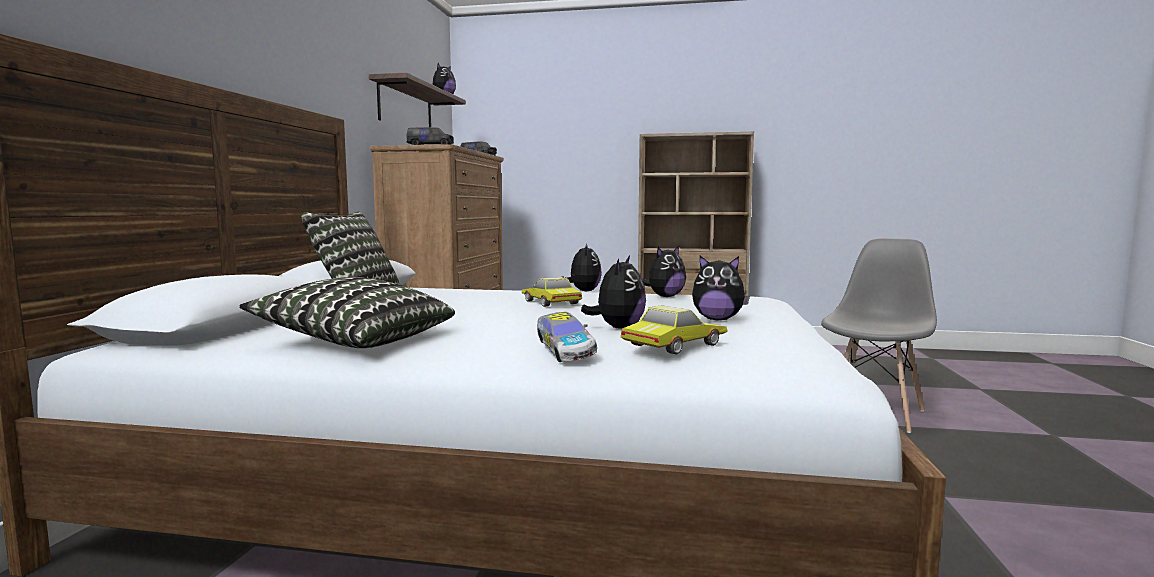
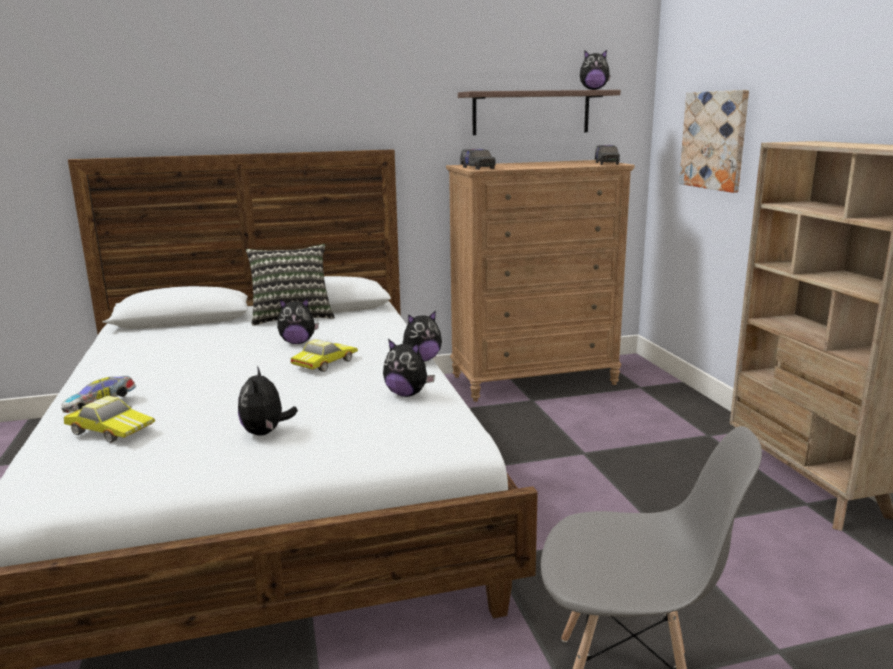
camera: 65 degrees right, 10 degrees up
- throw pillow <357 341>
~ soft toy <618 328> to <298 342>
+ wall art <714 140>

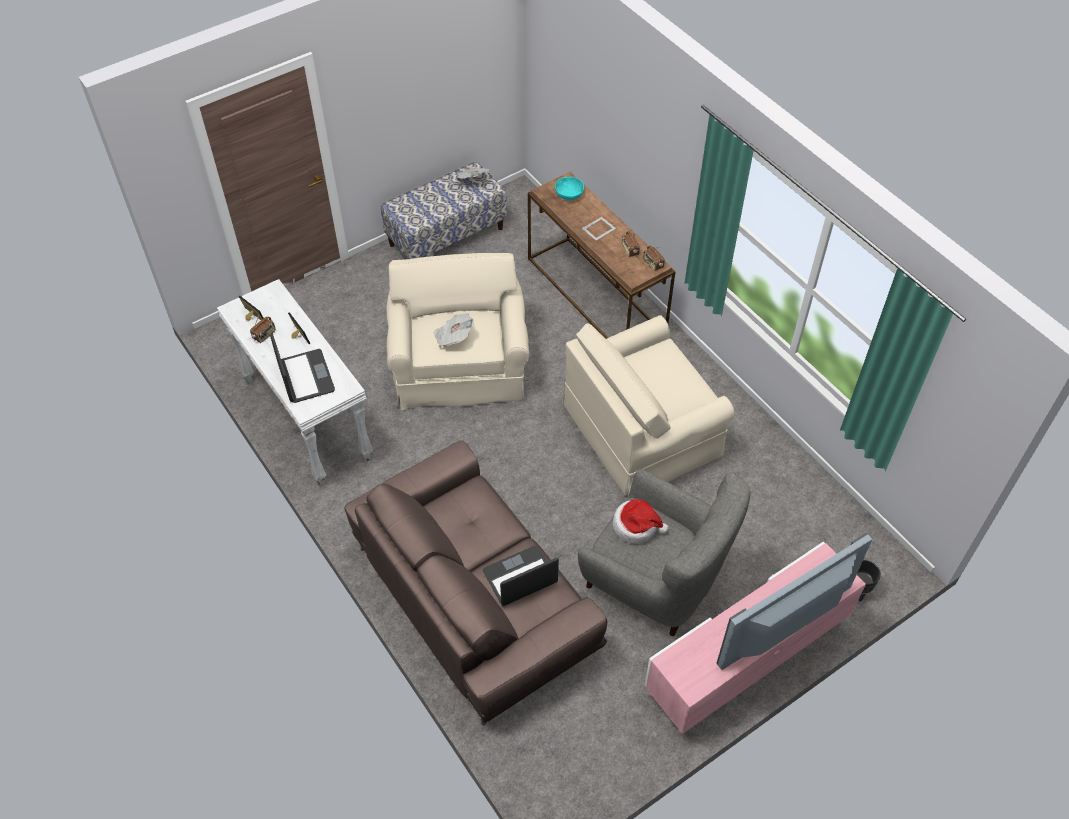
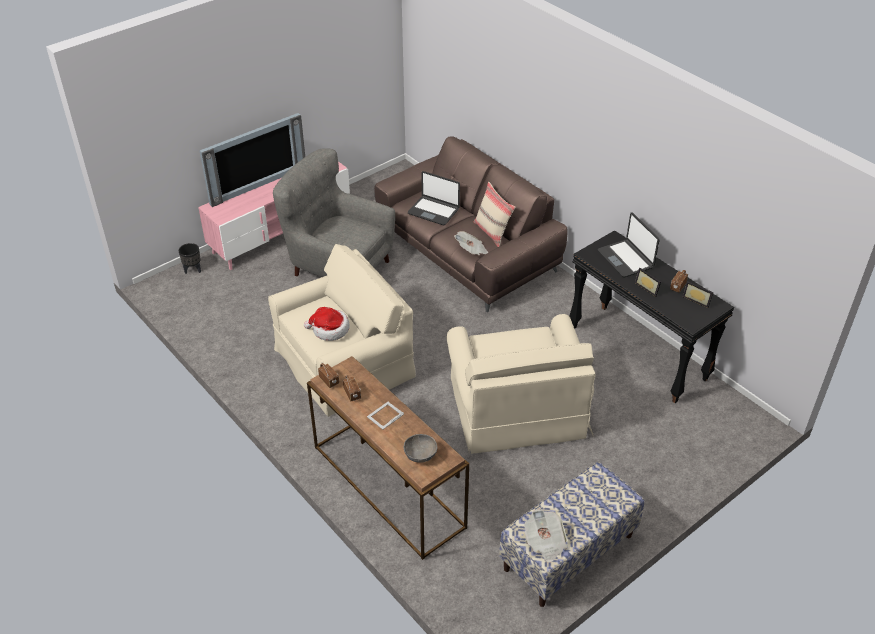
camera: 175 degrees right, 10 degrees down
~ whitish console table <306 419> to black-coloured console table <638 352>
~ printed paper <453 337> to <471 251>
~ notebook computer <520 577> = <433 211> 60 degrees clockwise
~ blue-green serving bowl <569 195> to gray serving bowl <420 455>
~ hat <636 526> to <329 329>
+ beige-coloured throw pillow <492 232>

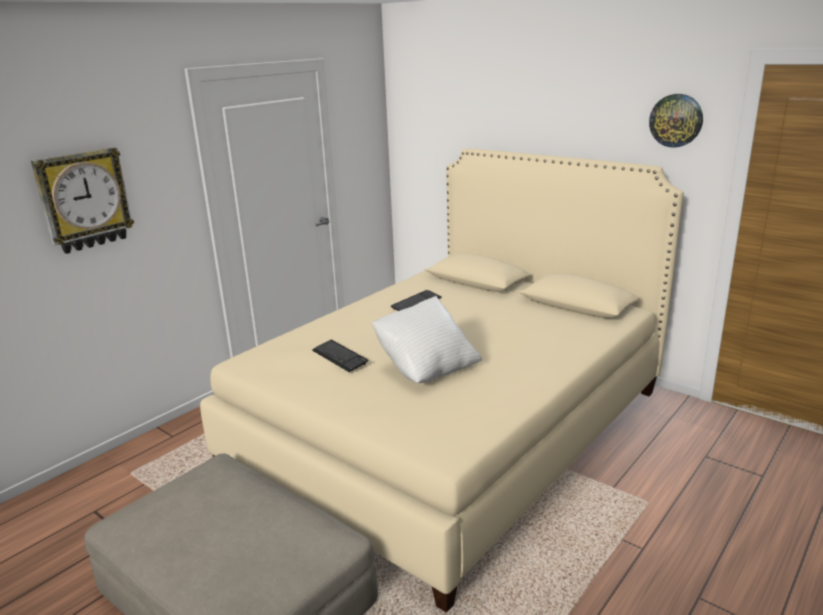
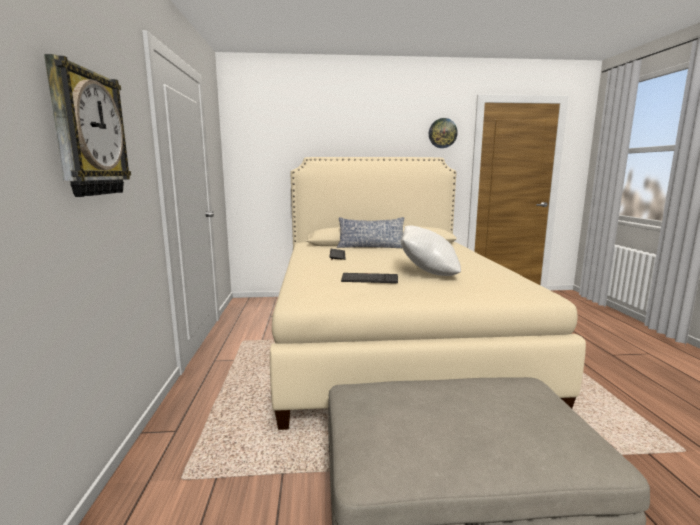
camera: 45 degrees left, 10 degrees down
+ throw pillow <370 247>

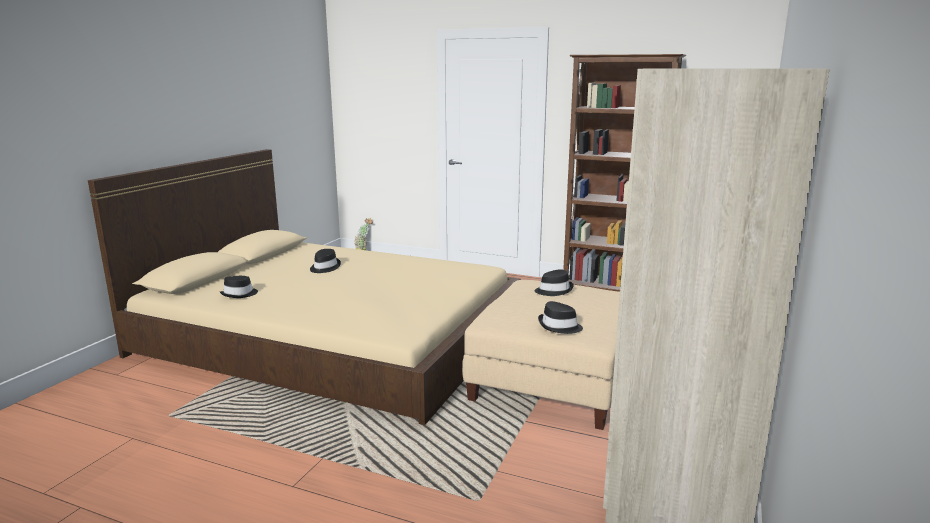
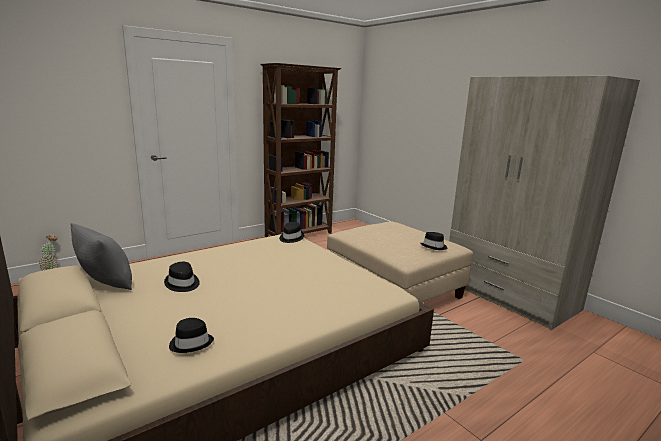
camera: 60 degrees left, 0 degrees up
~ black-coloured hat <554 290> to <291 238>
+ gray throw pillow <106 283>

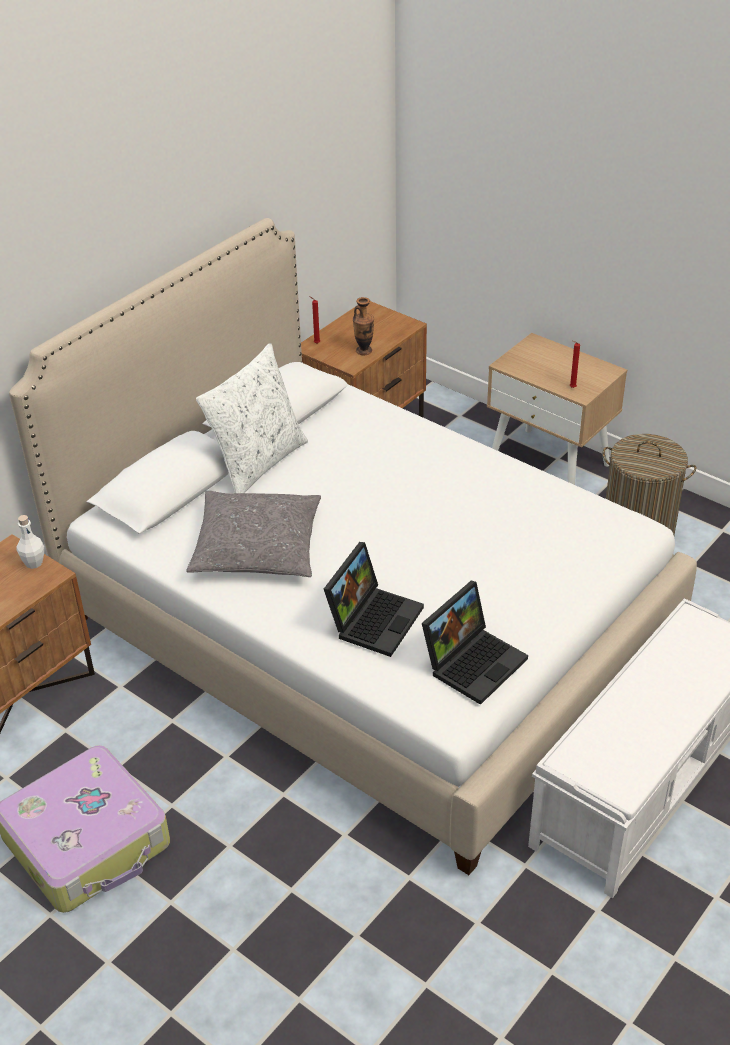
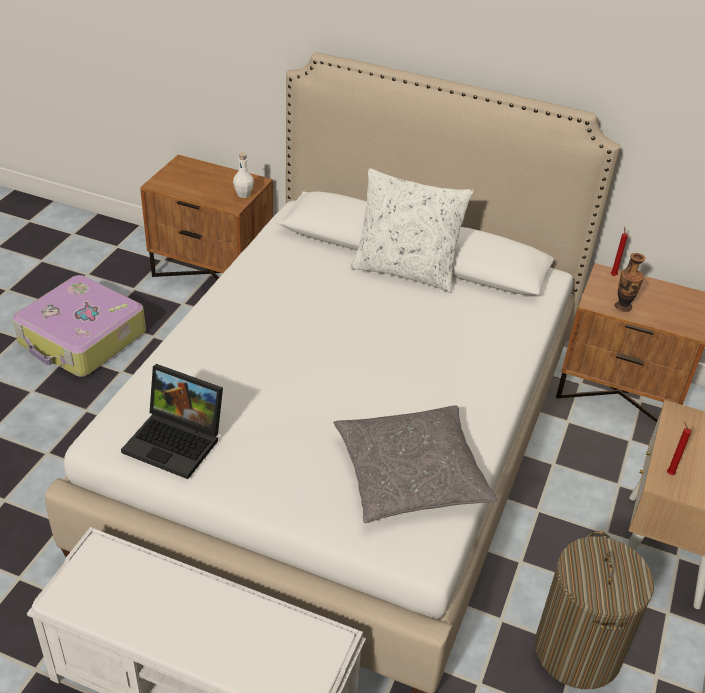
camera: 70 degrees right, 0 degrees up
~ gray throw pillow <257 547> to <411 474>
- notebook computer <374 618>

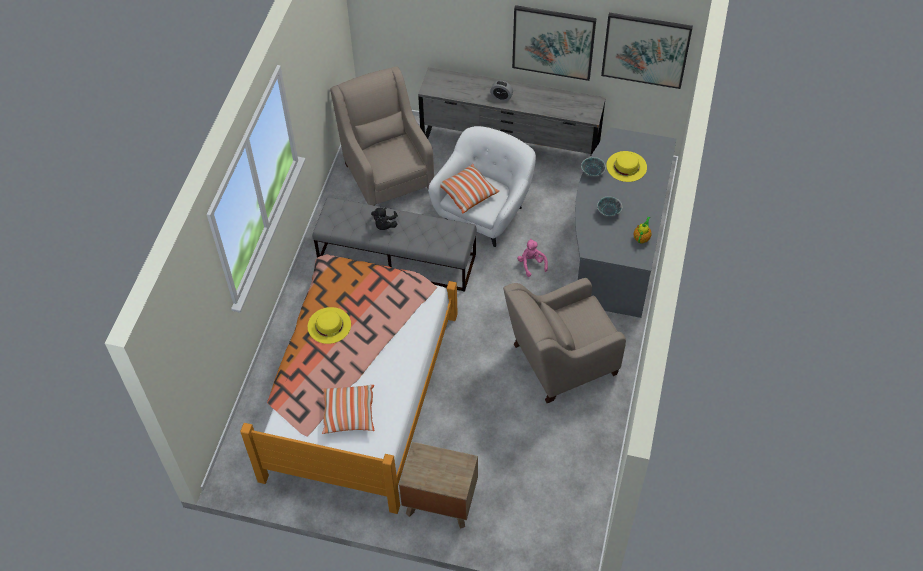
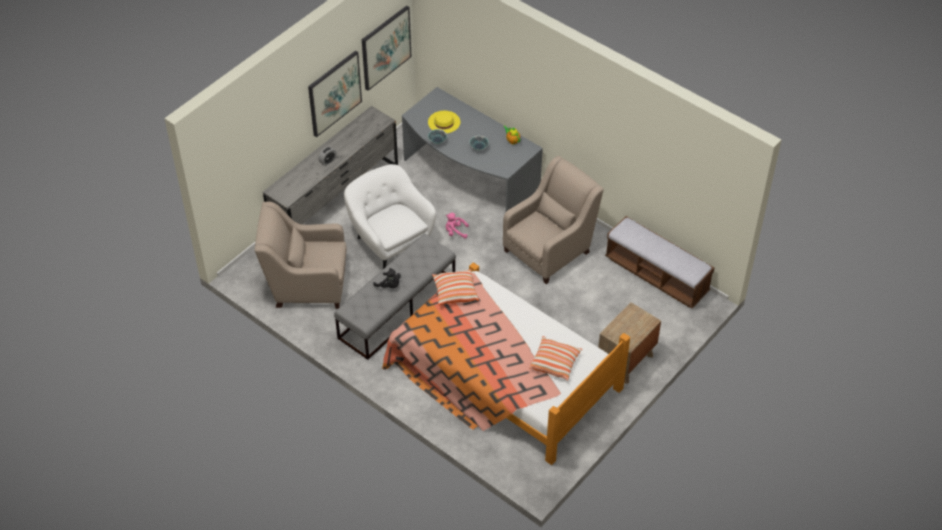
camera: 65 degrees left, 5 degrees down
- yellow hat <329 325>
~ throw pillow <467 193> to <455 292>
~ beige-coloured easy chair <561 360> = <549 249> 135 degrees counterclockwise
+ long seat <656 275>

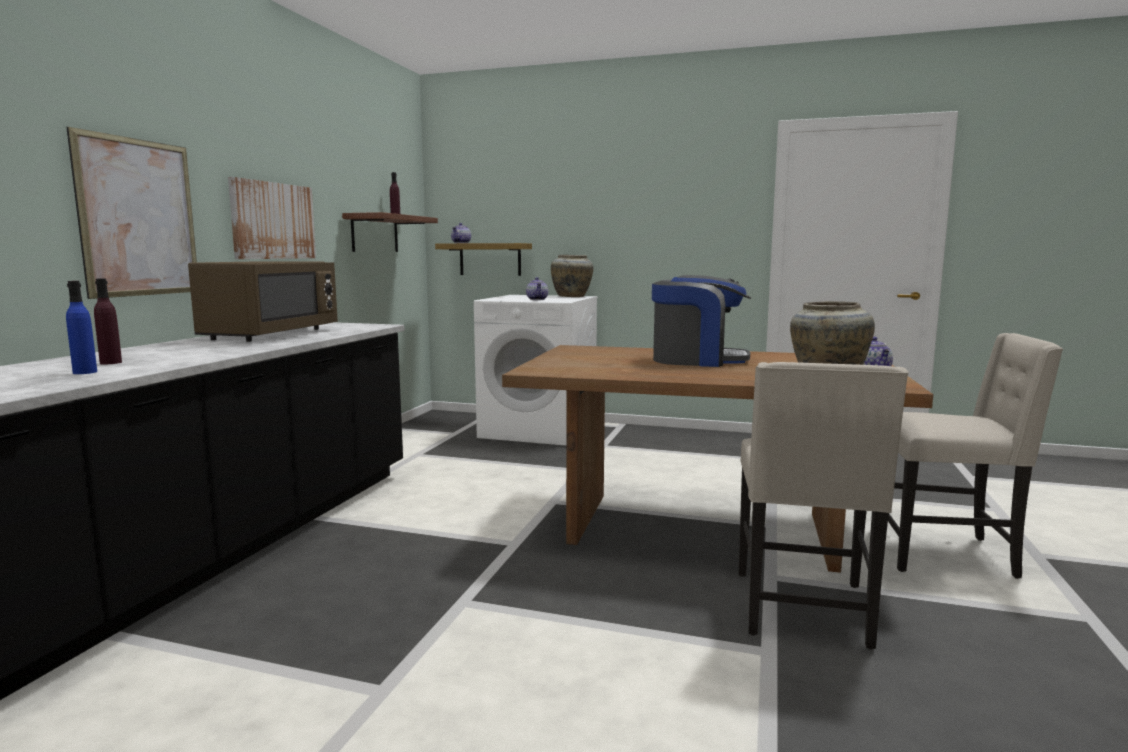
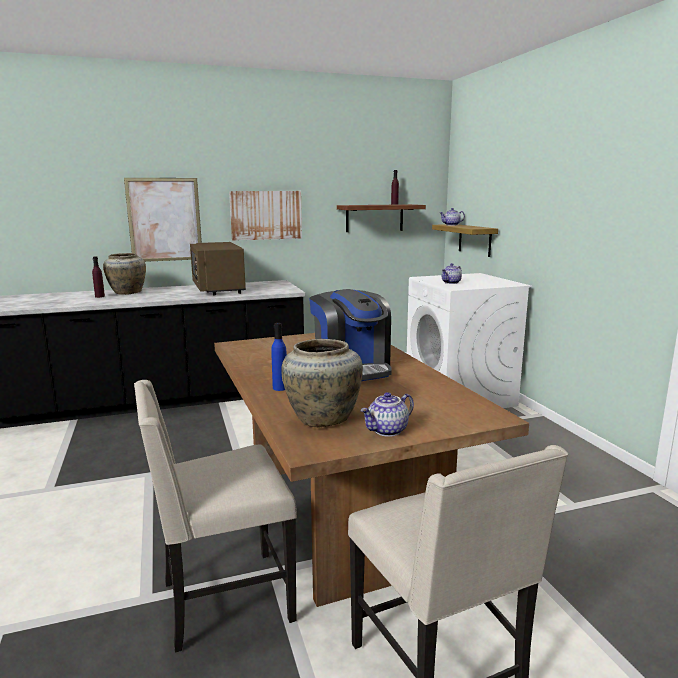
camera: 55 degrees right, 5 degrees up
~ blue-coloured drink bottle <85 372> to <280 388>
~ brown microwave oven <271 334> = <218 289> 90 degrees clockwise
~ beige-coloured decorative vase <572 296> to <127 292>

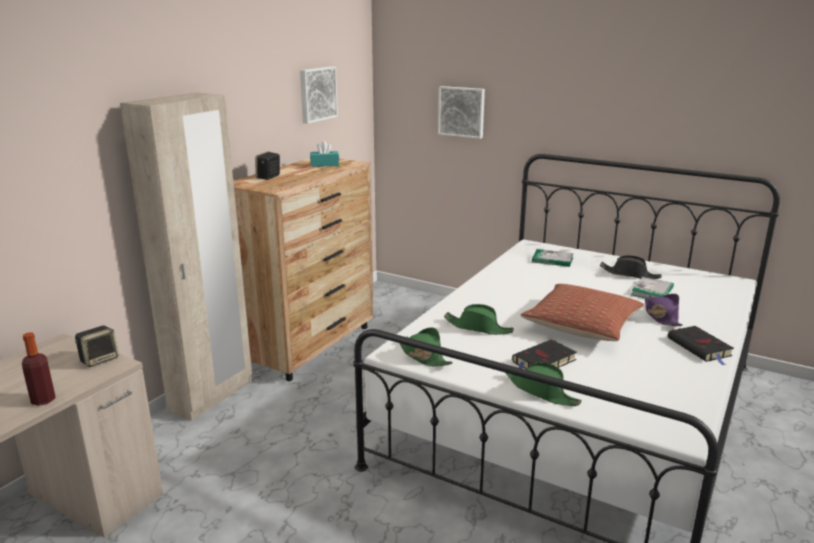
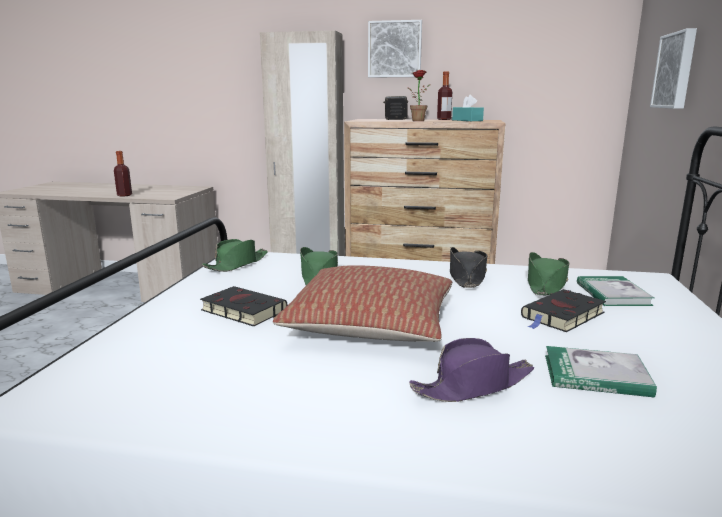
camera: 70 degrees right, 5 degrees down
- audio speaker <99 359>
~ wall art <317 94> to <395 49>
~ green-coloured hat <541 391> to <546 284>
~ black-coloured hat <630 274> to <467 277>
~ black-coloured bound book <700 348> to <562 316>
+ houseplant <415 121>
+ drink bottle <444 119>

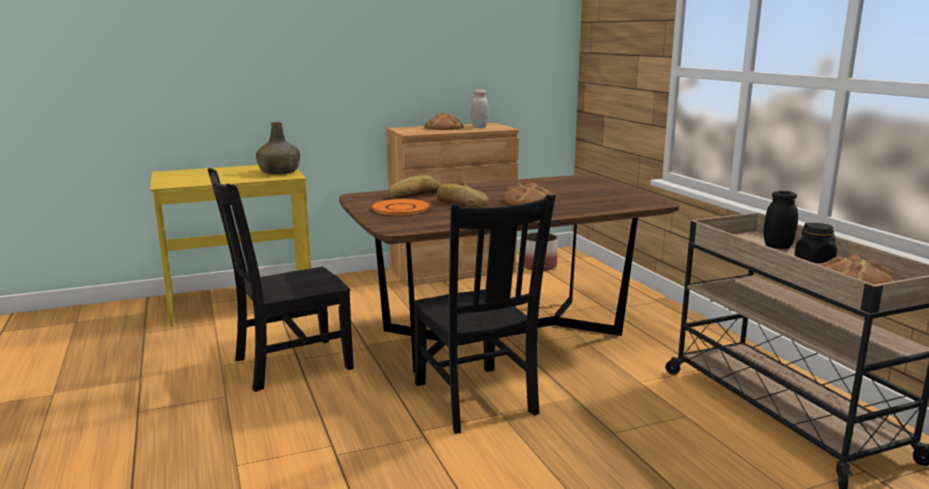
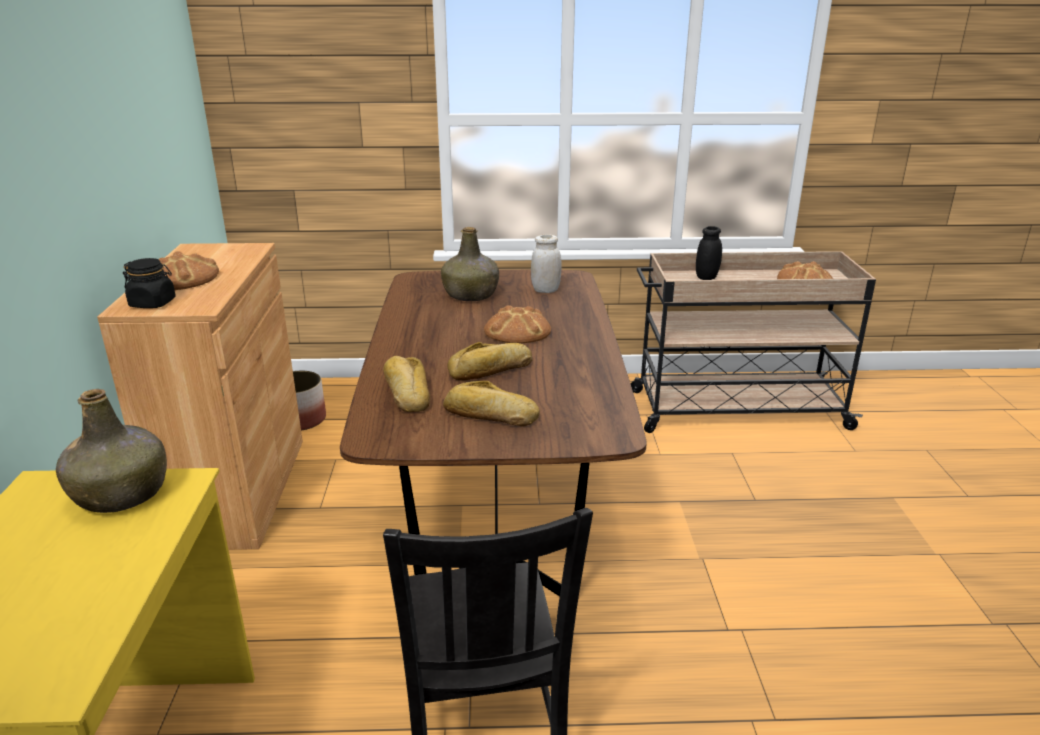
camera: 70 degrees left, 10 degrees up
~ orangey plate <401 208> to bakery bread <489 415>
- black-coloured upright chair <476 400>
~ whitish storage jar <479 127> to <545 290>
~ black-coloured storage jar <814 260> to <153 303>
+ green-coloured drink bottle <471 295>

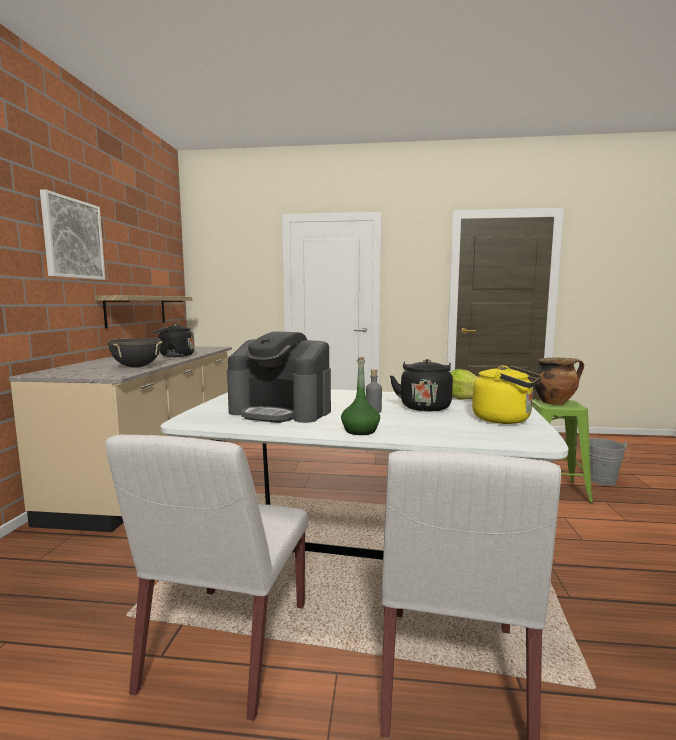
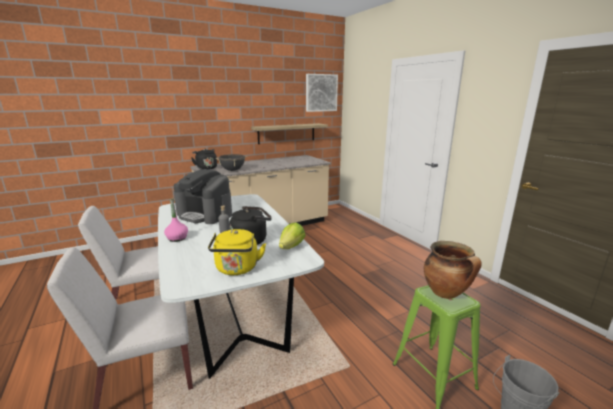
camera: 55 degrees right, 10 degrees up
~ wall art <73 239> to <321 93>
~ black-coloured tea kettle <174 356> to <206 168>
~ coffee maker <281 411> = <205 214> 45 degrees counterclockwise
~ green-coloured drink bottle <360 431> to pink drink bottle <177 238>

